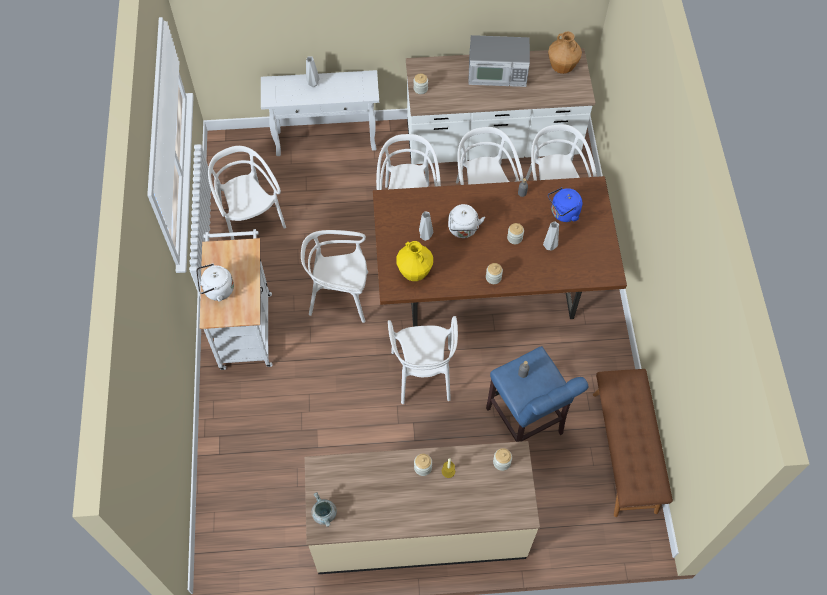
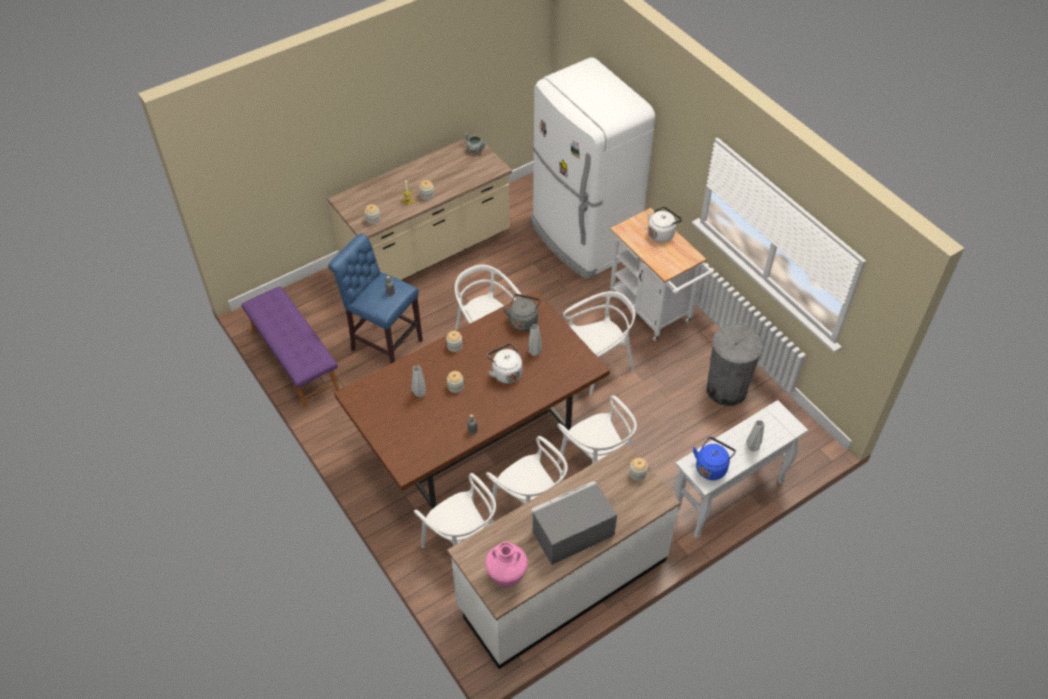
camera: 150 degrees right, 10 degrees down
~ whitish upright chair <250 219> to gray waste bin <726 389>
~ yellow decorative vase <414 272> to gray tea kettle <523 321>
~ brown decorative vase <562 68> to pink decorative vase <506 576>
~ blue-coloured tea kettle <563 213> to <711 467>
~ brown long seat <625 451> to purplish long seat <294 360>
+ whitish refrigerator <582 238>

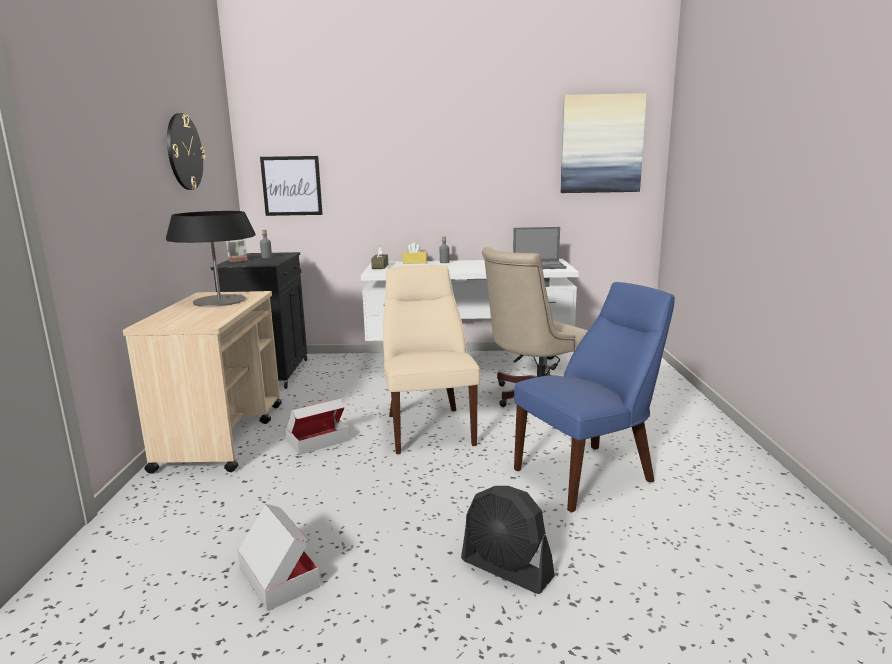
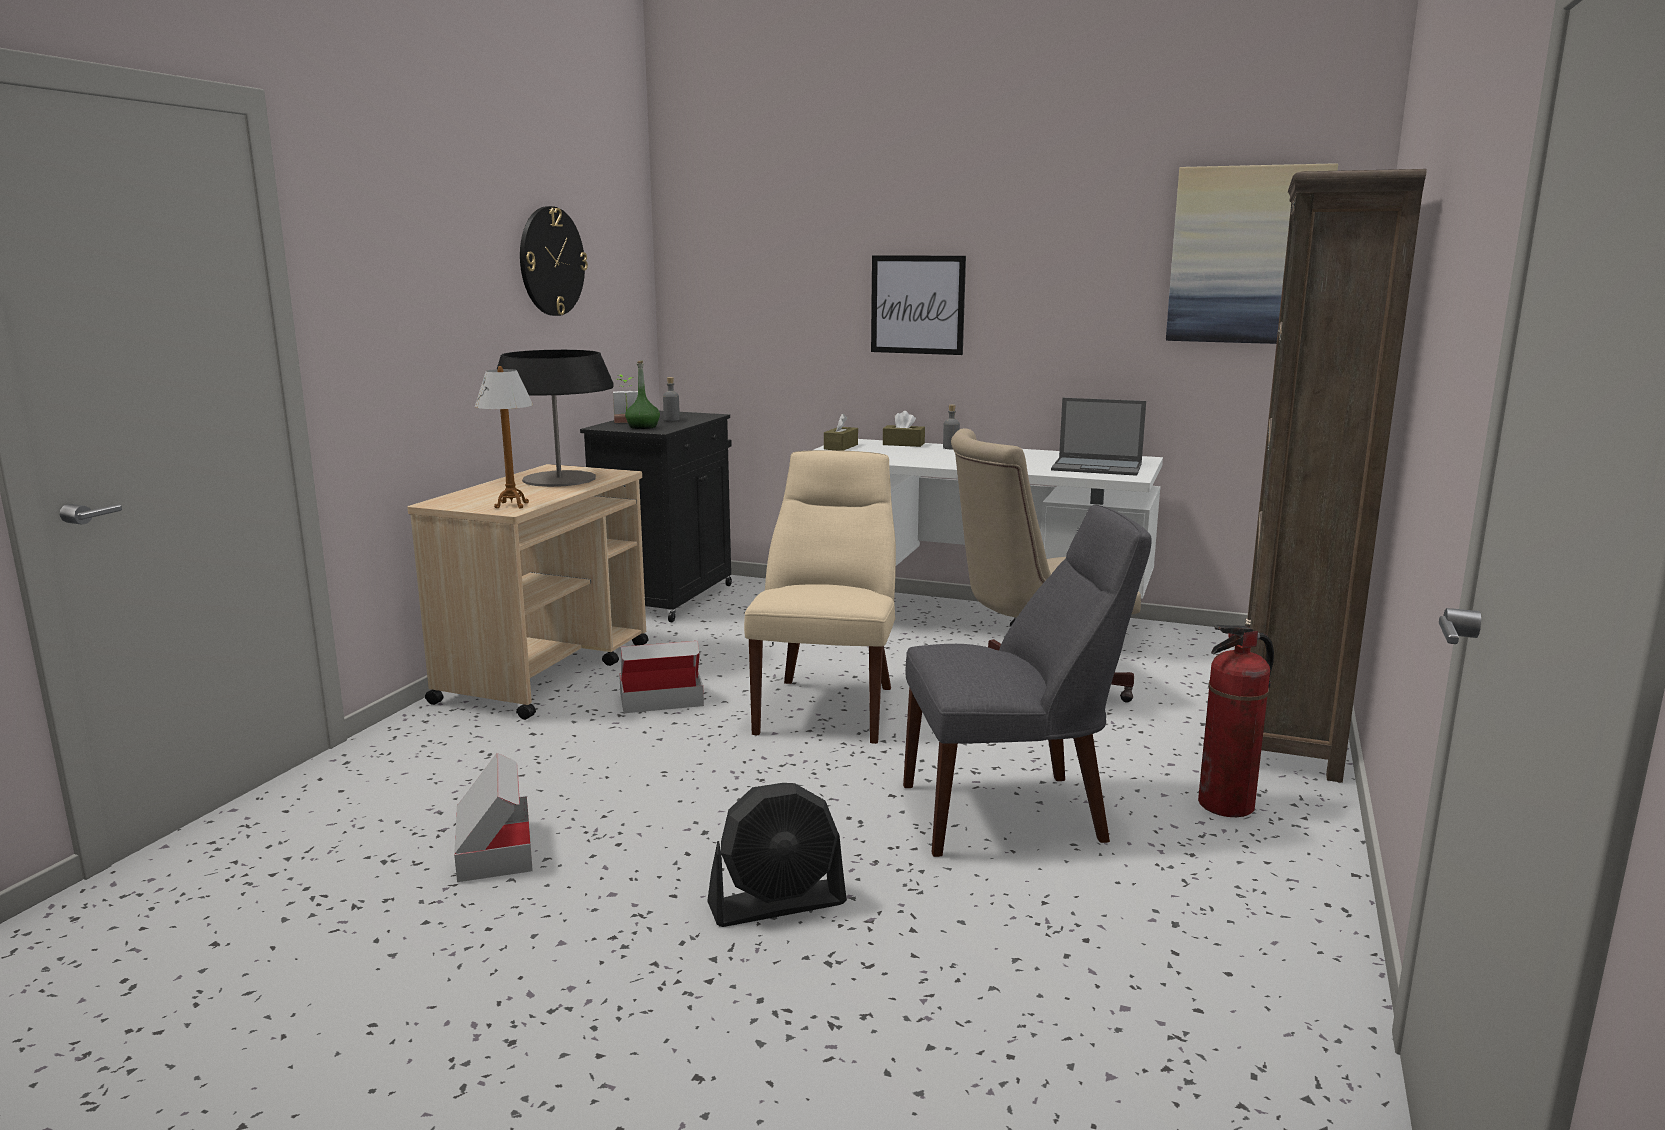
camera: 20 degrees right, 0 degrees up
~ wall art <291 186> to <917 305>
~ yellow tissue box <414 262> to brown tissue box <903 444>
~ black-coloured fan <506 569> = <777 904> 75 degrees counterclockwise
~ blue-coloured upright chair <589 474> to gray upright chair <1012 813>
+ lamp for a table <512 505>
+ green-coloured drink bottle <643 427>
+ fire-fighting cylinder <1226 805>
+ brown bookcase <1286 726>

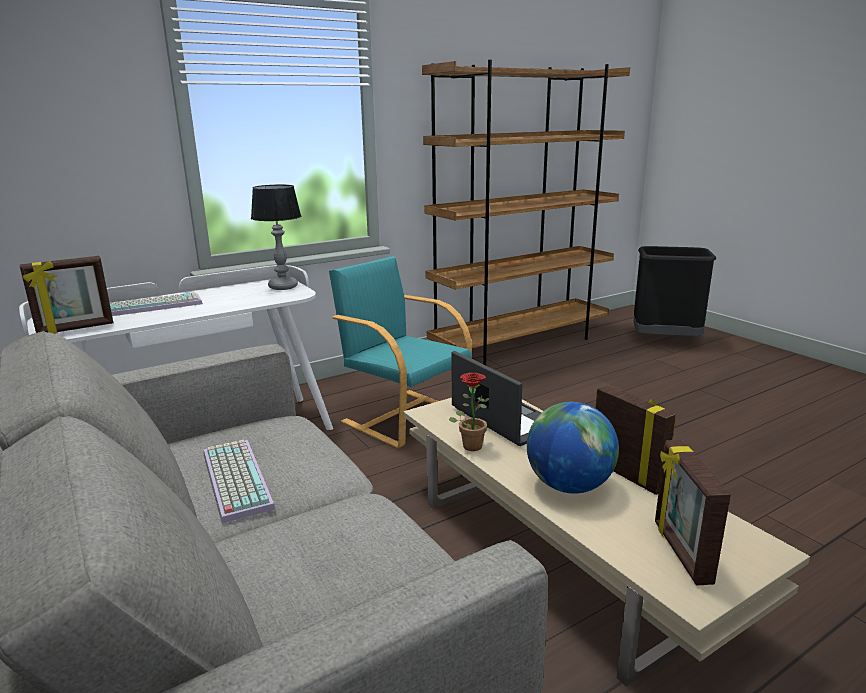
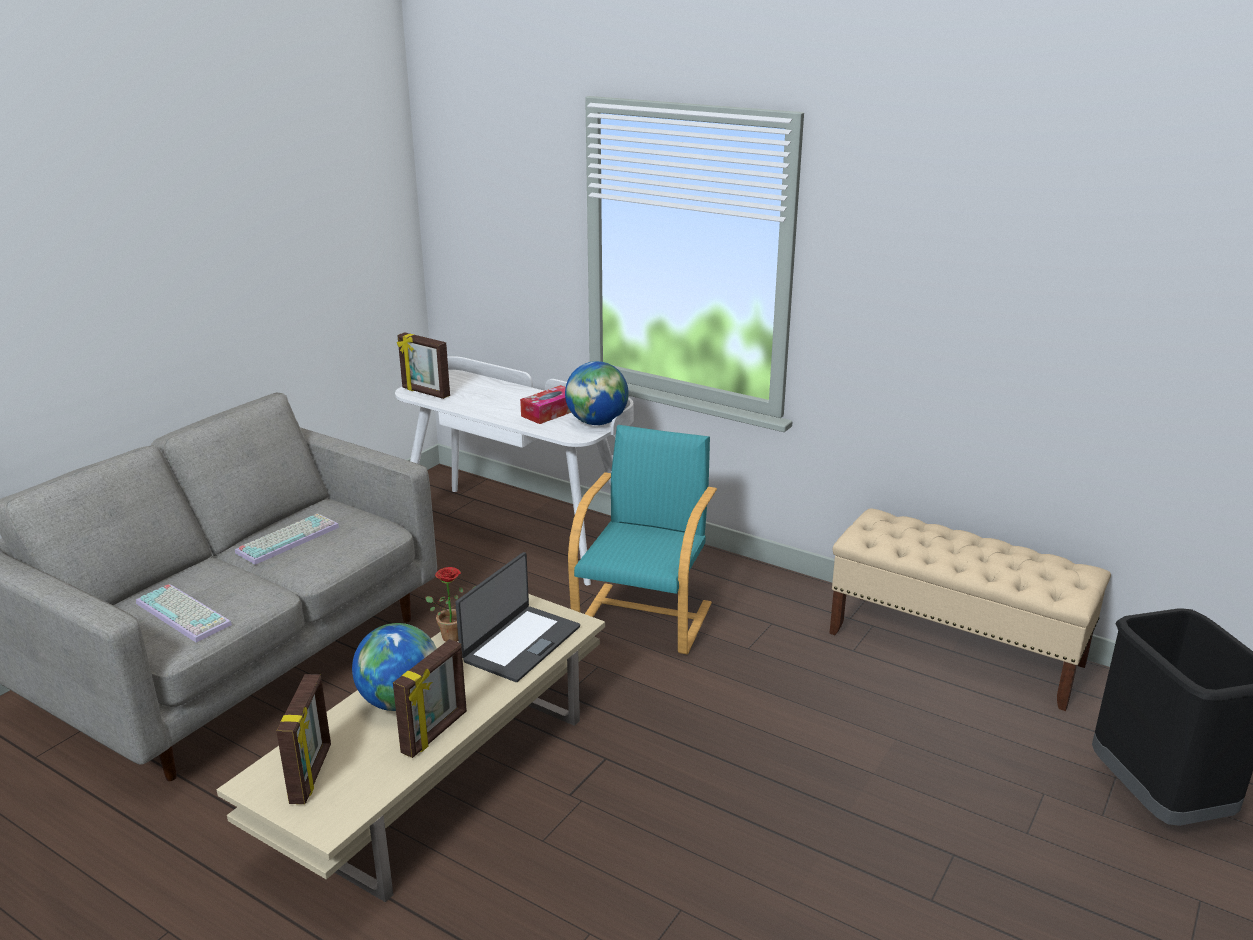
camera: 65 degrees right, 5 degrees up
~ computer keyboard <155 305> to <186 613>
~ lamp for a table <283 287> to world globe <597 423>
~ brown bookcase <521 344> to beige-coloured long seat <955 649>
~ standing frame <680 552> = <312 774> 120 degrees clockwise
+ tissue box <550 412>

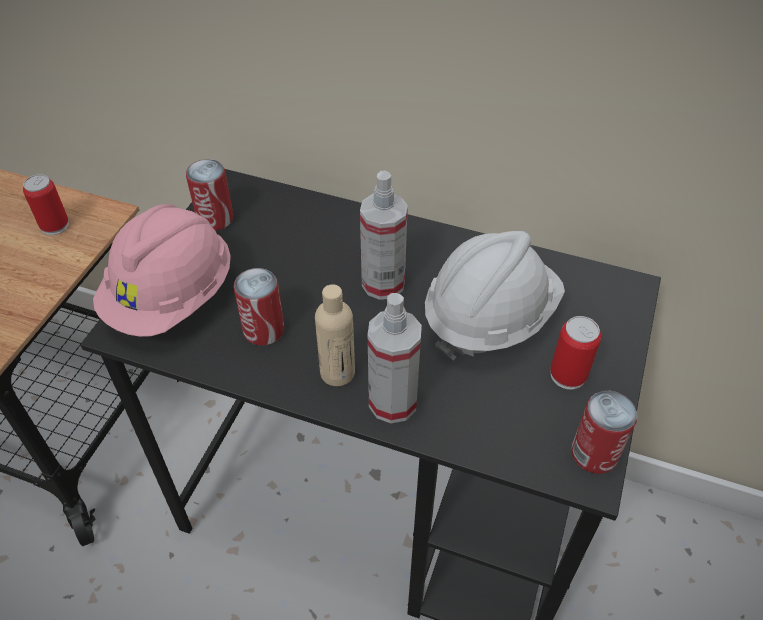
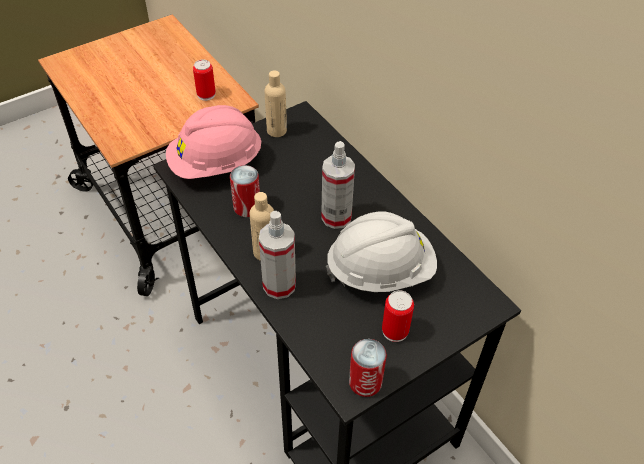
camera: 35 degrees right, 0 degrees up
~ can <215 219> to beige-coloured drink bottle <276 131>

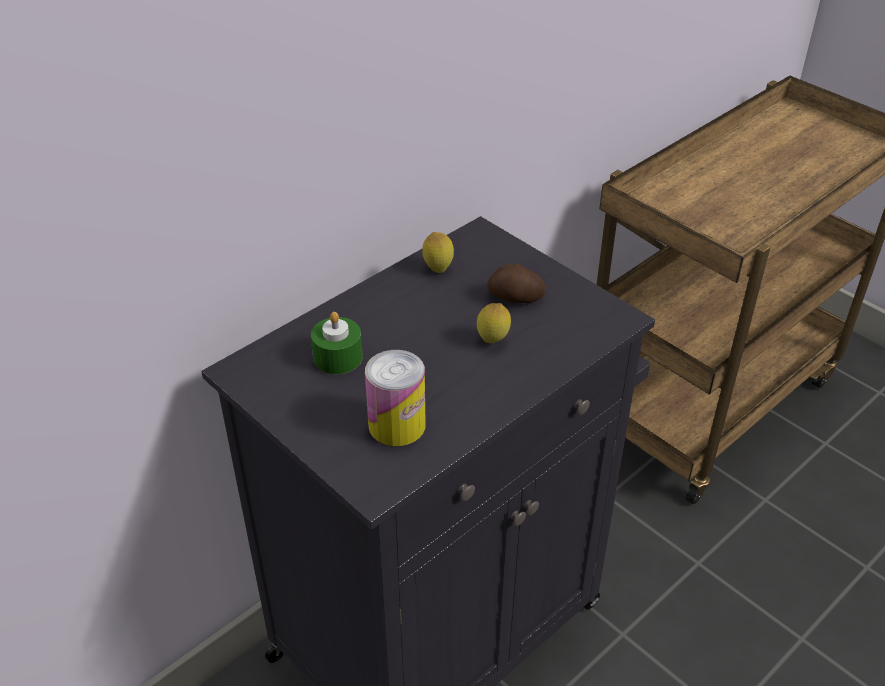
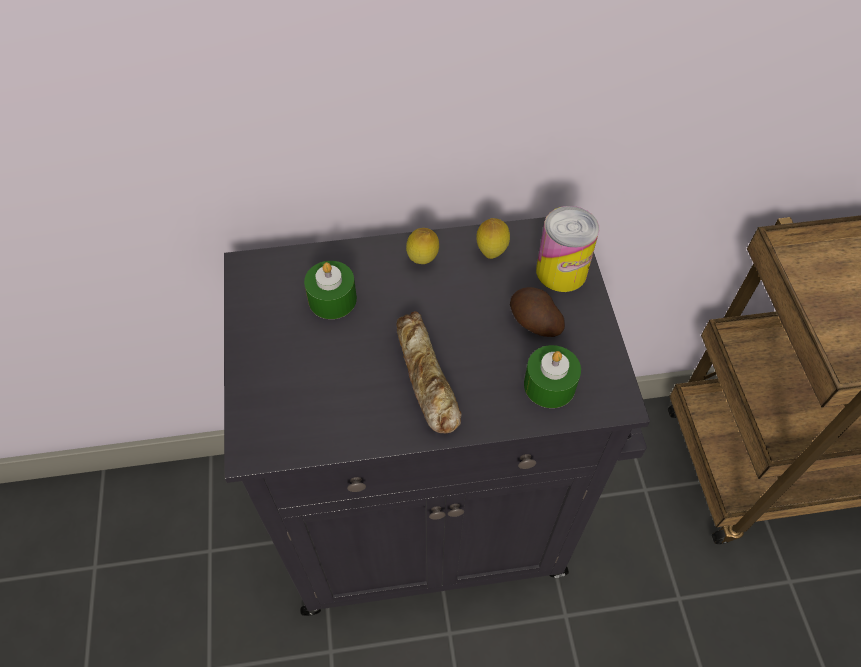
camera: 35 degrees right, 15 degrees up
~ can <397 425> to <561 271>
~ citrus fruit <493 341> to <422 261>
+ bakery bread <425 377>
+ green-coloured wax candle <549 385>

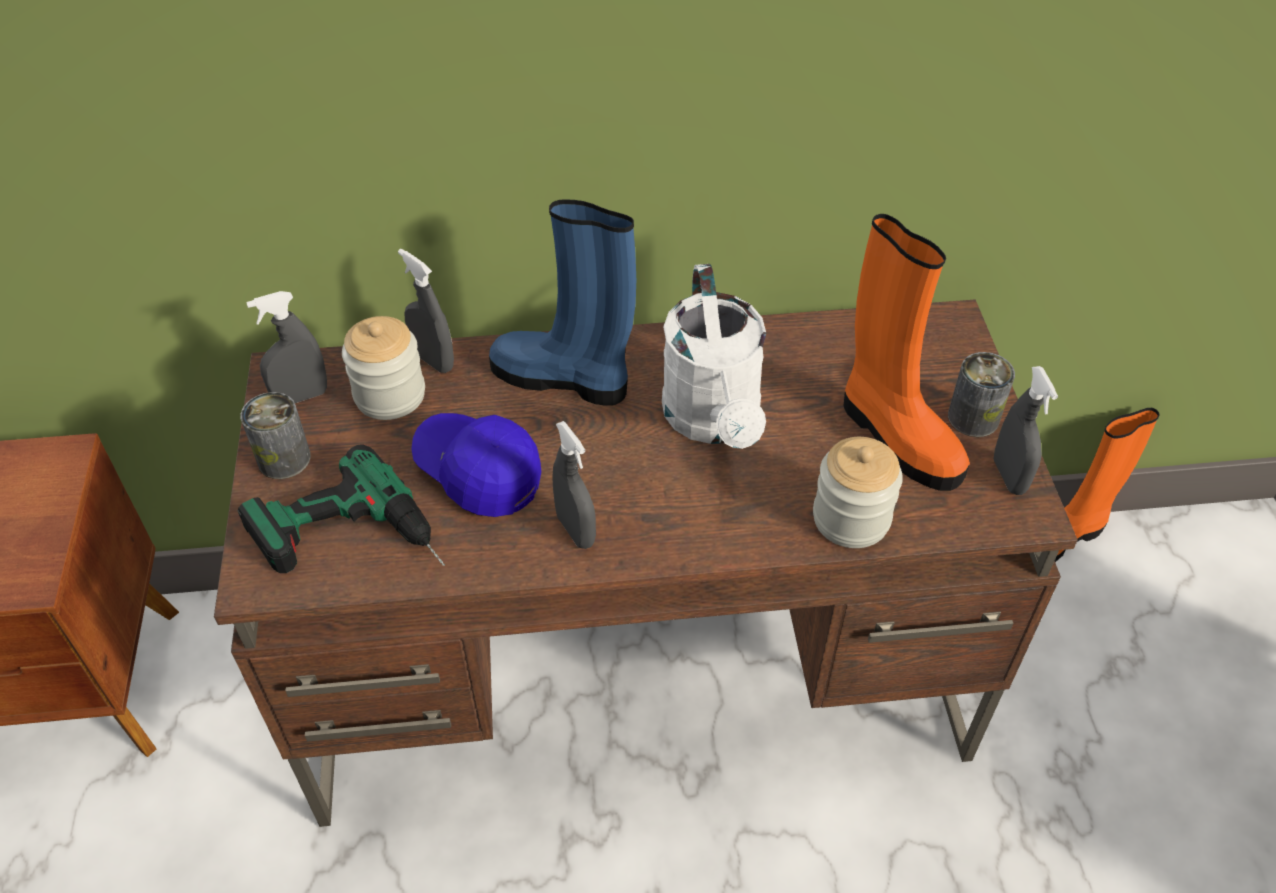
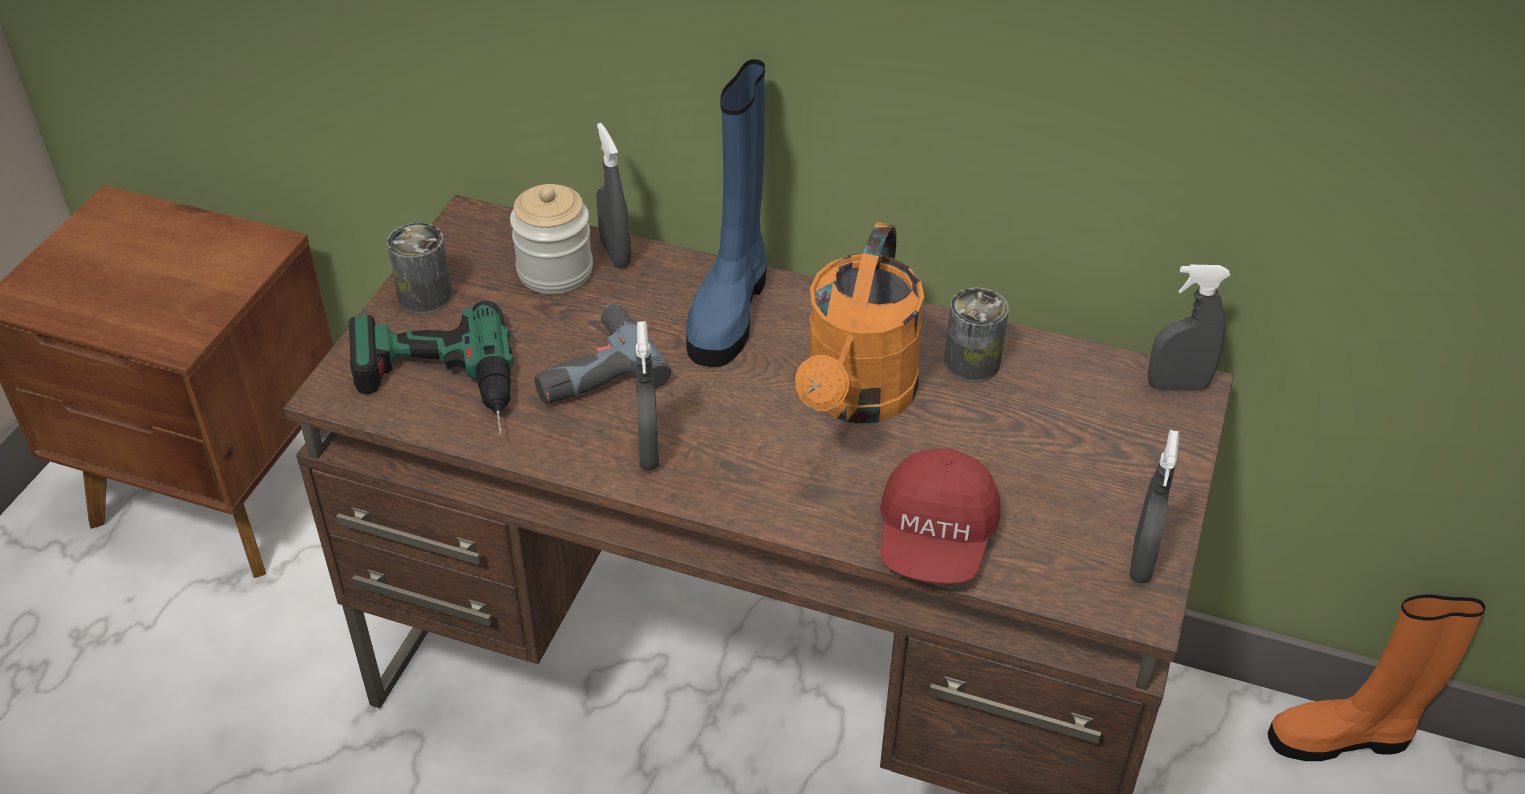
camera: 25 degrees right, 5 degrees down
~ gray spray bottle <301 396> to <1177 385>
~ blue-coloured peaked cap <478 473> to power drill <591 368>
~ blue-coloured high-top boot <564 379> = <730 310> 120 degrees counterclockwise
~ whitish watering pot <715 421> to orangey watering pot <856 399>
~ storage jar <851 518> to reddish peaked cap <935 539>
- orangey high-top boot <896 437>
~ can <973 418> to <972 362>

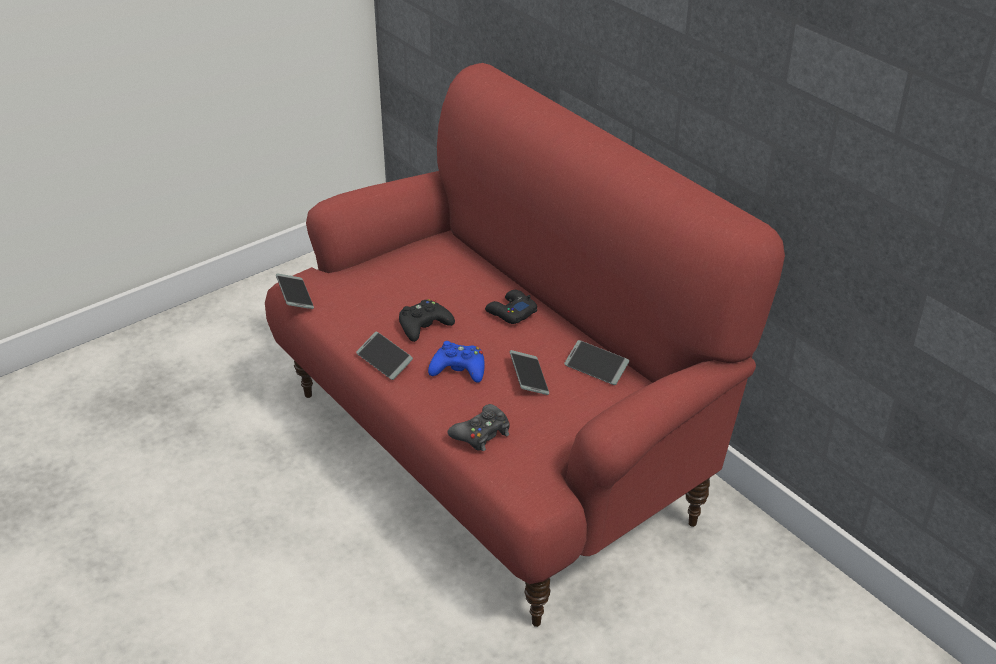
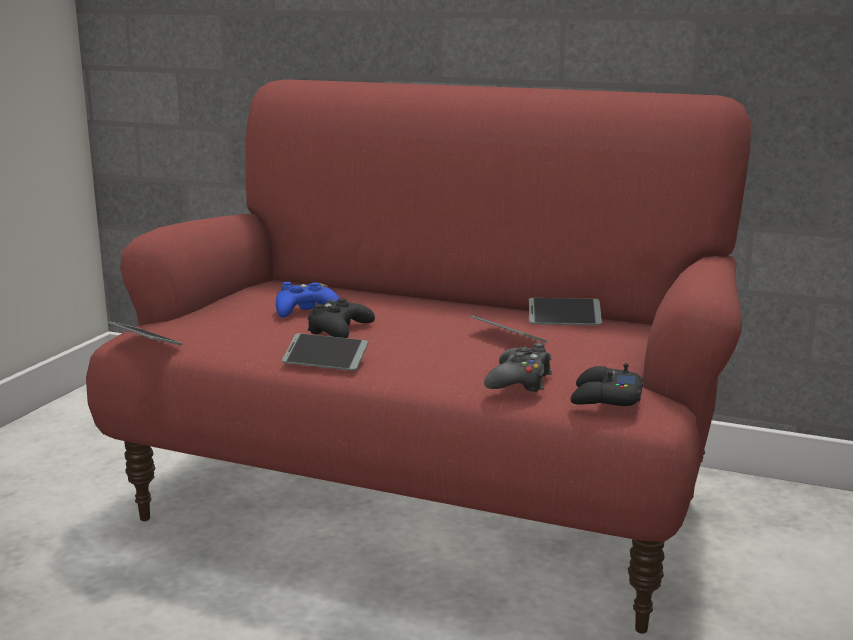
camera: 30 degrees left, 20 degrees down
~ blue-coloured game controller <459 369> to <306 311>
~ black-coloured game controller <510 312> to <605 398>

